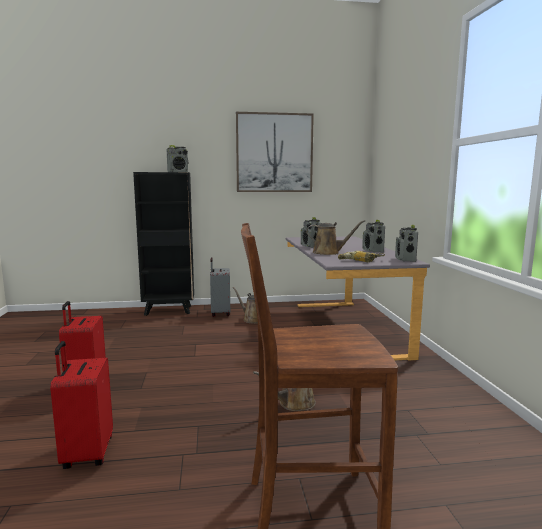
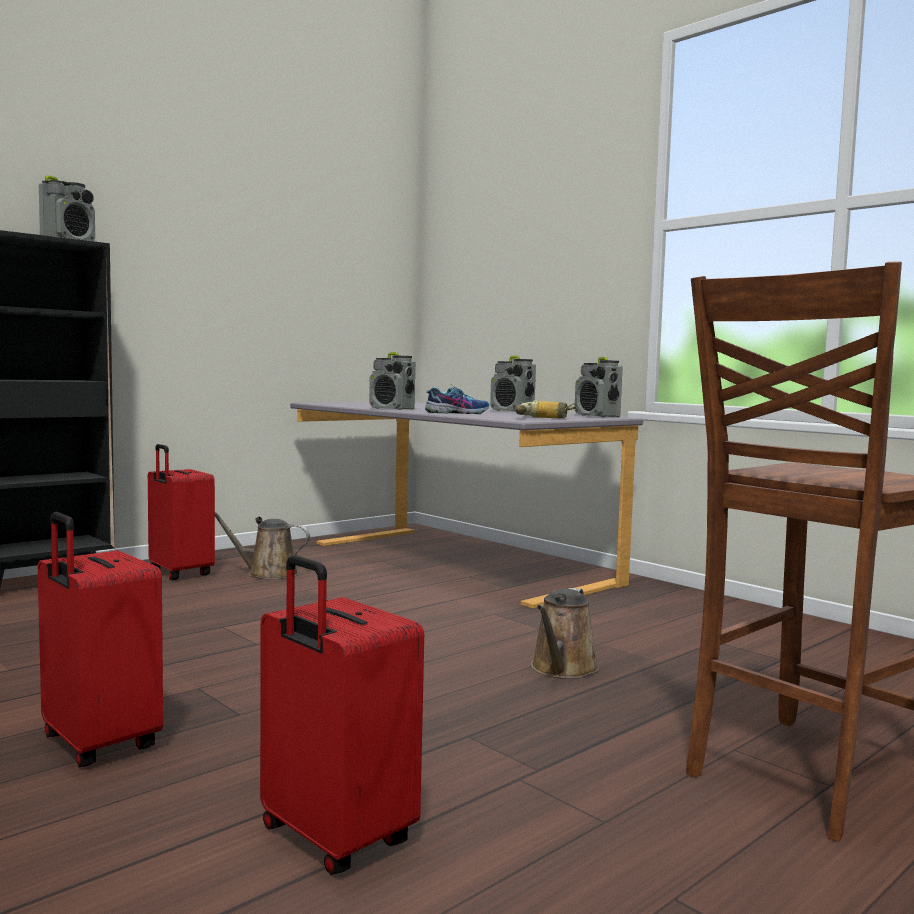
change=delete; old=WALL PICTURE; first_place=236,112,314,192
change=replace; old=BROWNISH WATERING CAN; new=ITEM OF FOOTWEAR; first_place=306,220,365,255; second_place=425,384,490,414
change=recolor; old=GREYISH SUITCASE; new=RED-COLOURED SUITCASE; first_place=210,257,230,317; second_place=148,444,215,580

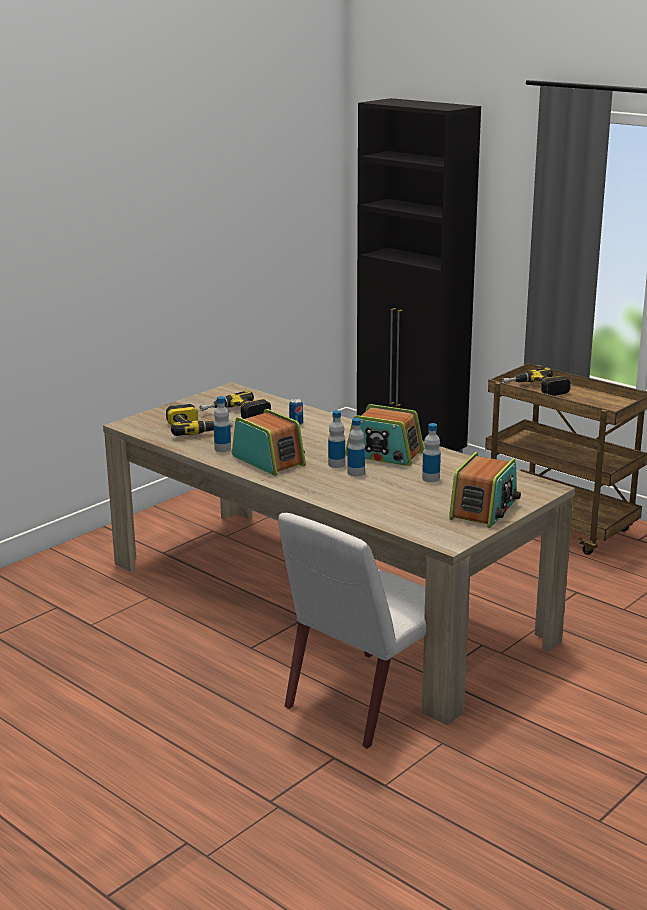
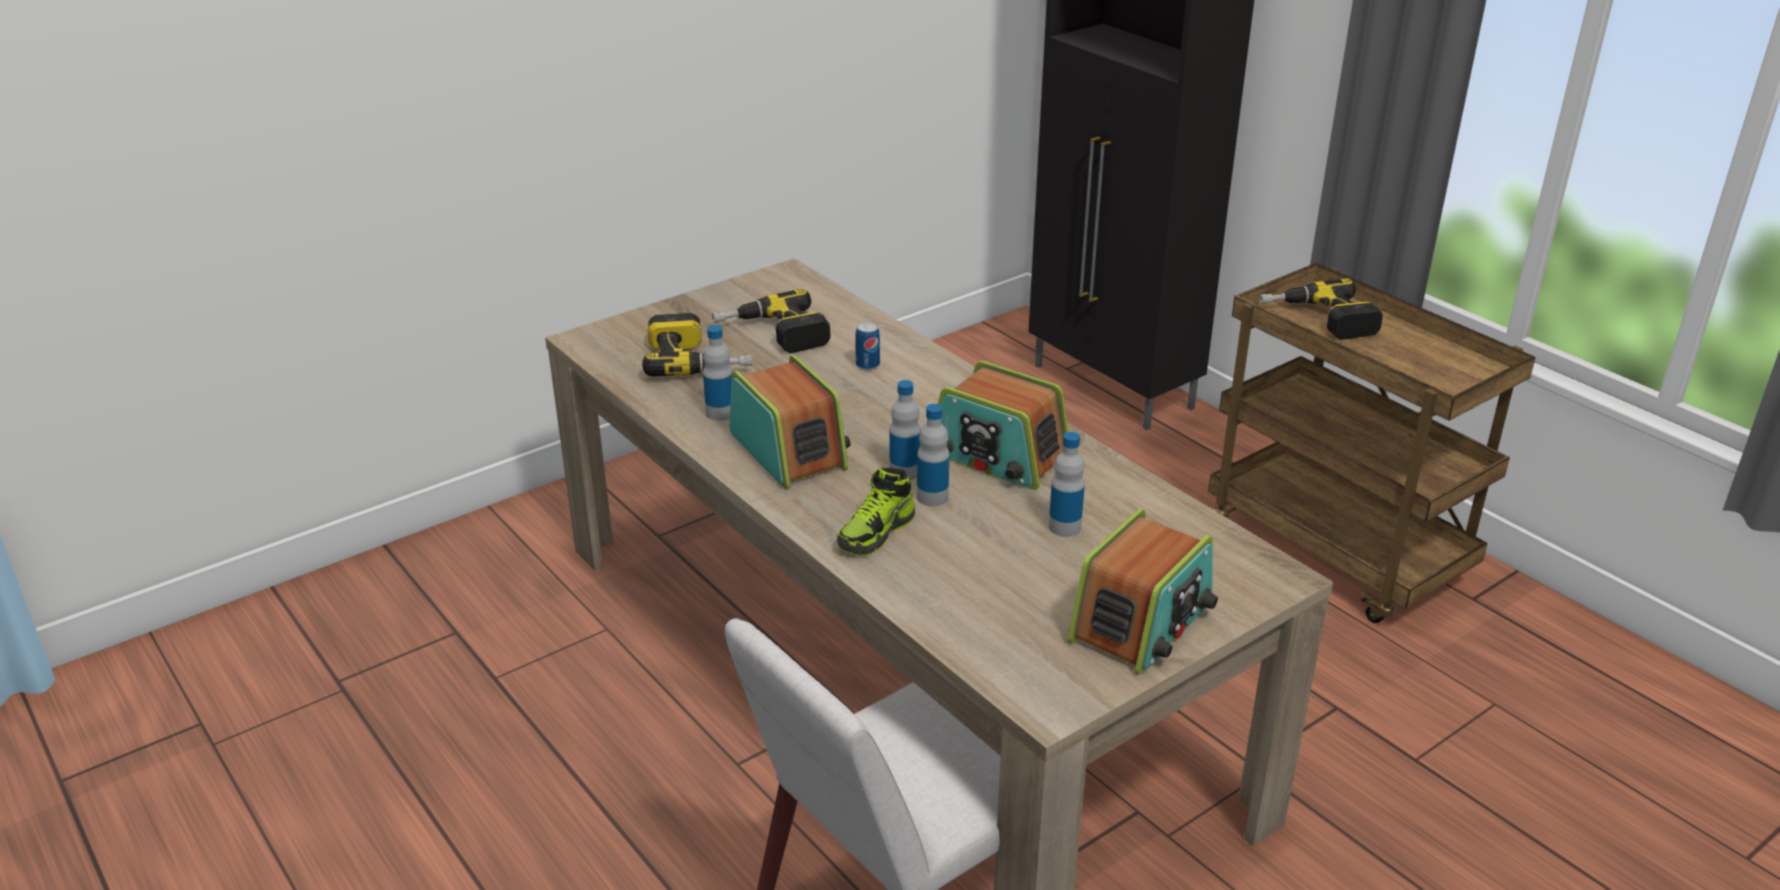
change=insert; new=ITEM OF FOOTWEAR; second_place=837,467,915,556

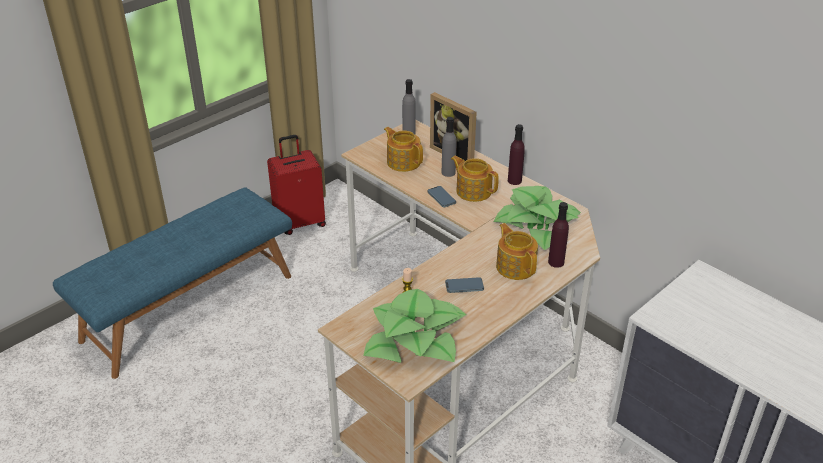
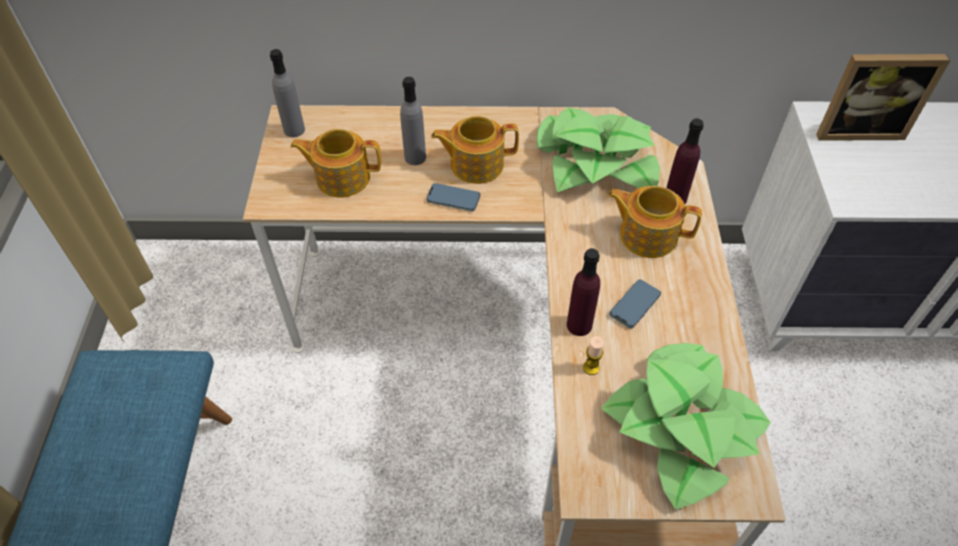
change=move; old=PICTURE FRAME; first_place=430,92,477,161; second_place=816,54,951,141
change=move; old=PURPLE BOTTLE; first_place=508,124,525,185; second_place=567,248,600,336
change=delete; old=RED-COLOURED SUITCASE; first_place=267,135,326,235

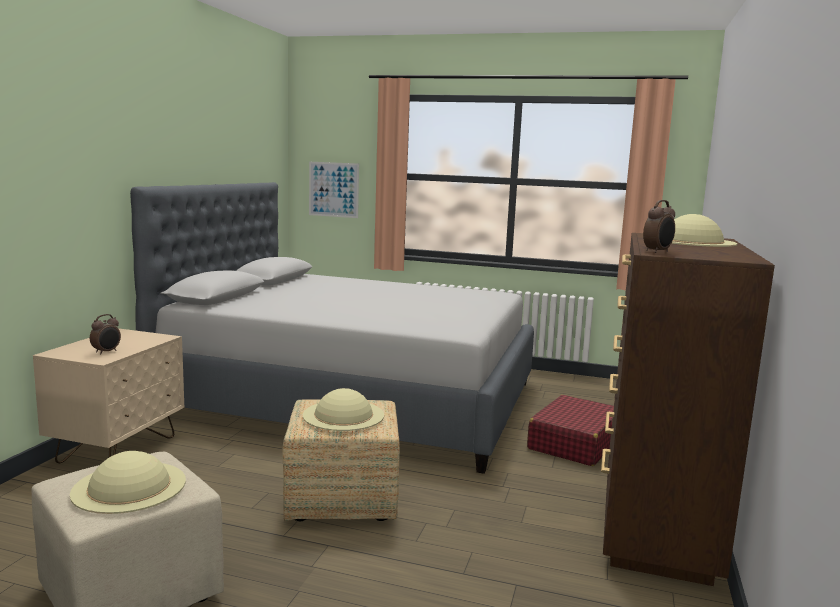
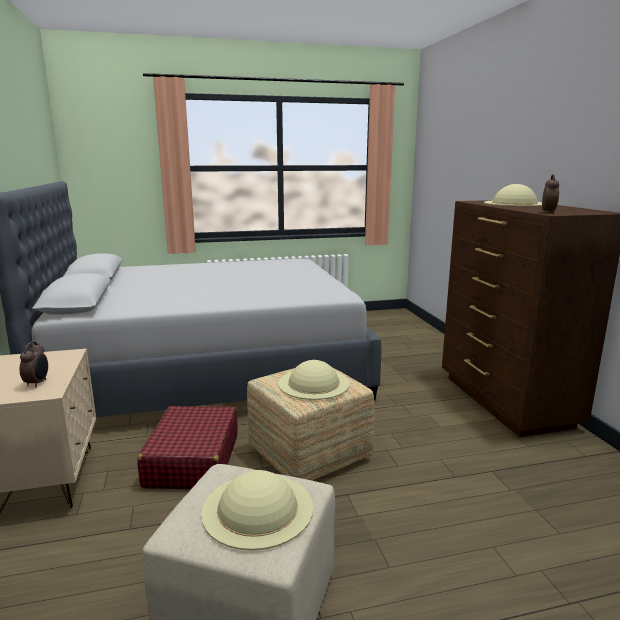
change=delete; old=WALL PICTURE; first_place=309,162,359,218
change=move; old=RED-COLOURED SUITCASE; first_place=527,395,614,466; second_place=137,406,238,489

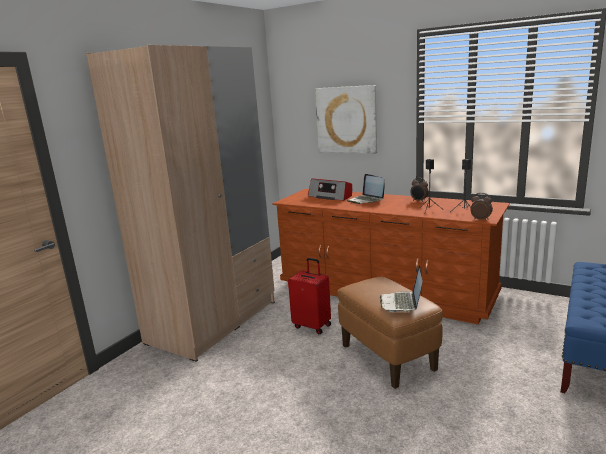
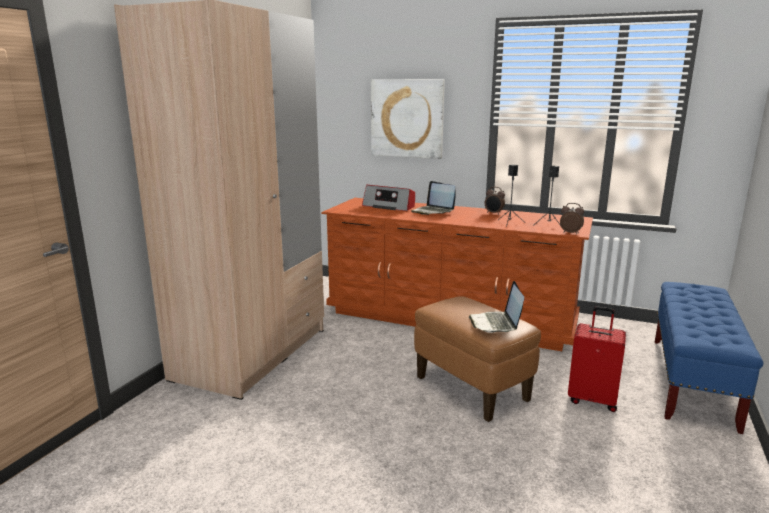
change=move; old=RED-COLOURED SUITCASE; first_place=288,258,331,335; second_place=568,306,626,412

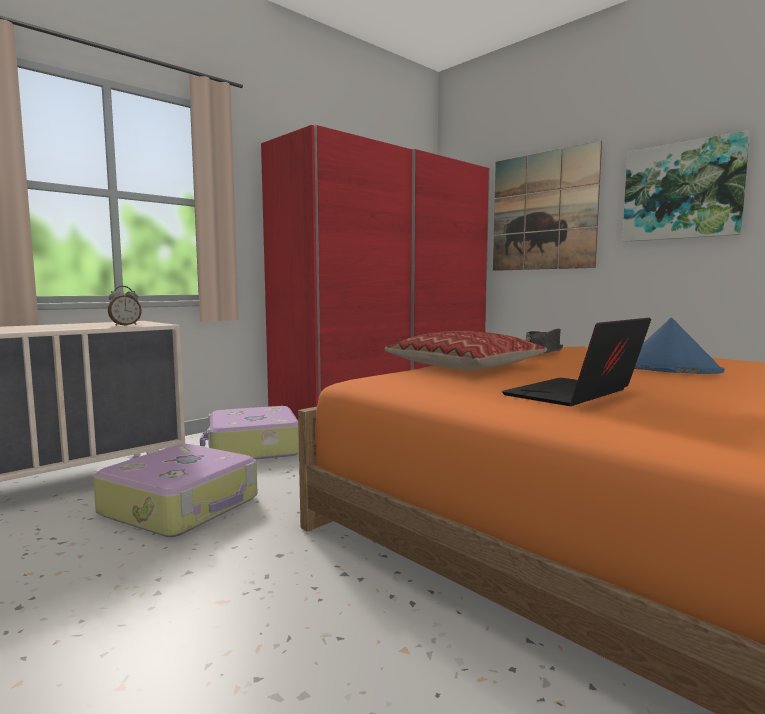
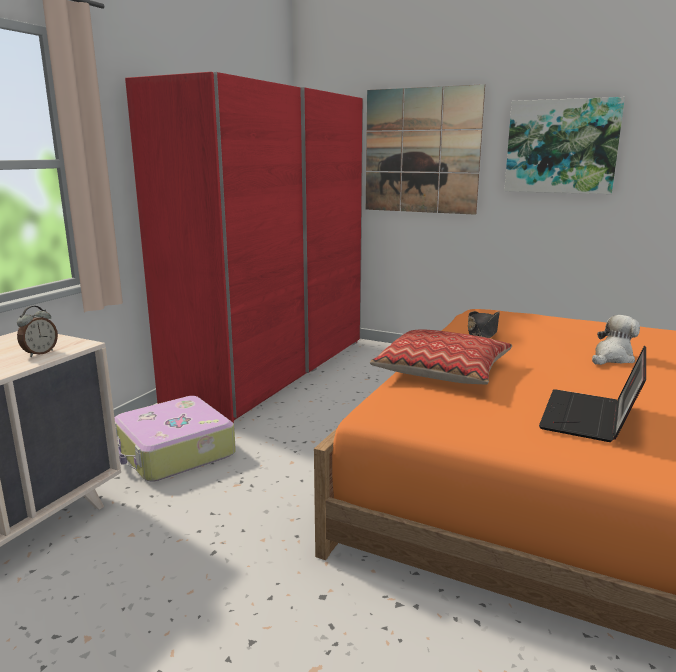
change=replace; old=BLUE HAT; new=CUDDLY TOY; first_place=634,318,725,374; second_place=592,315,640,365
change=delete; old=SUITCASE; first_place=93,444,257,537

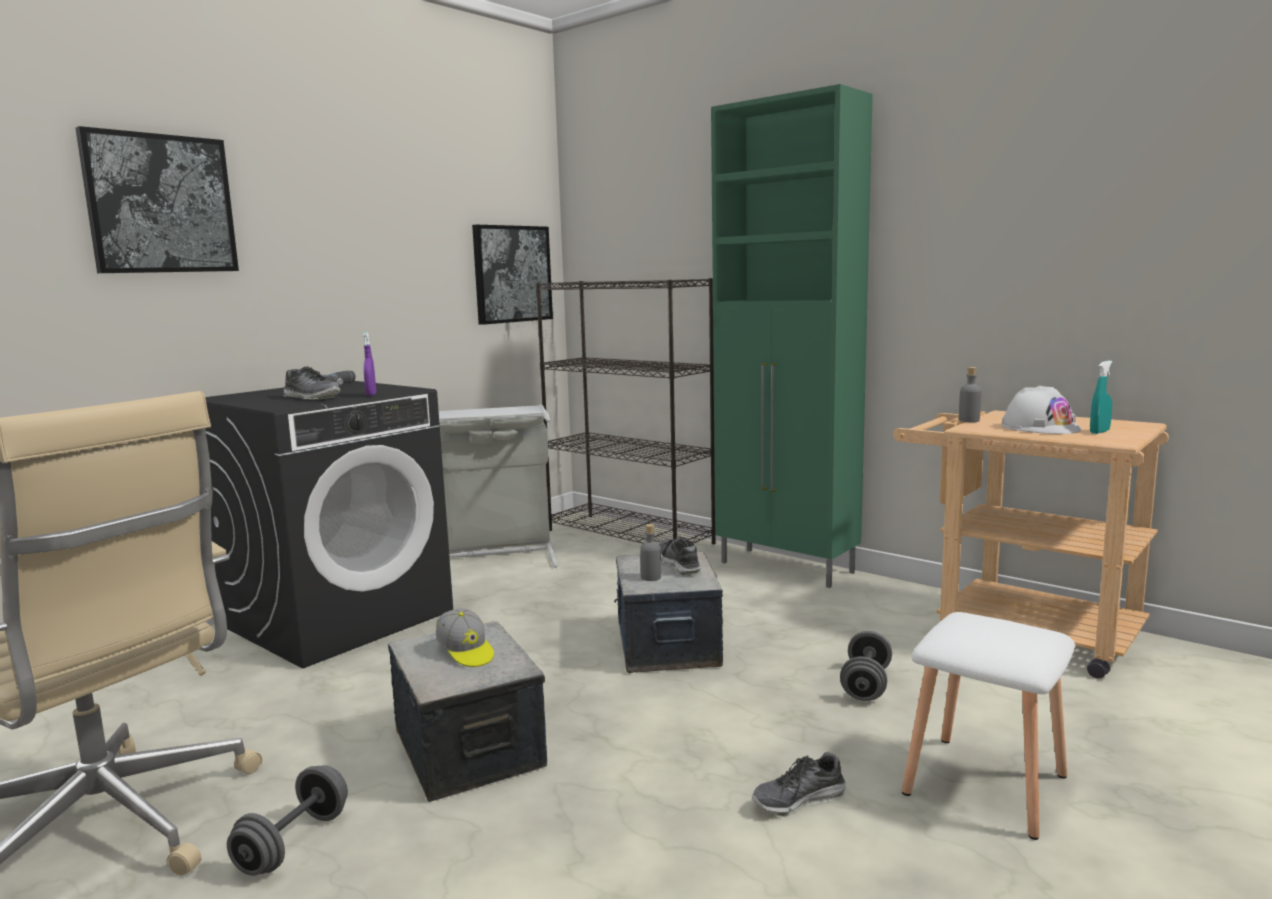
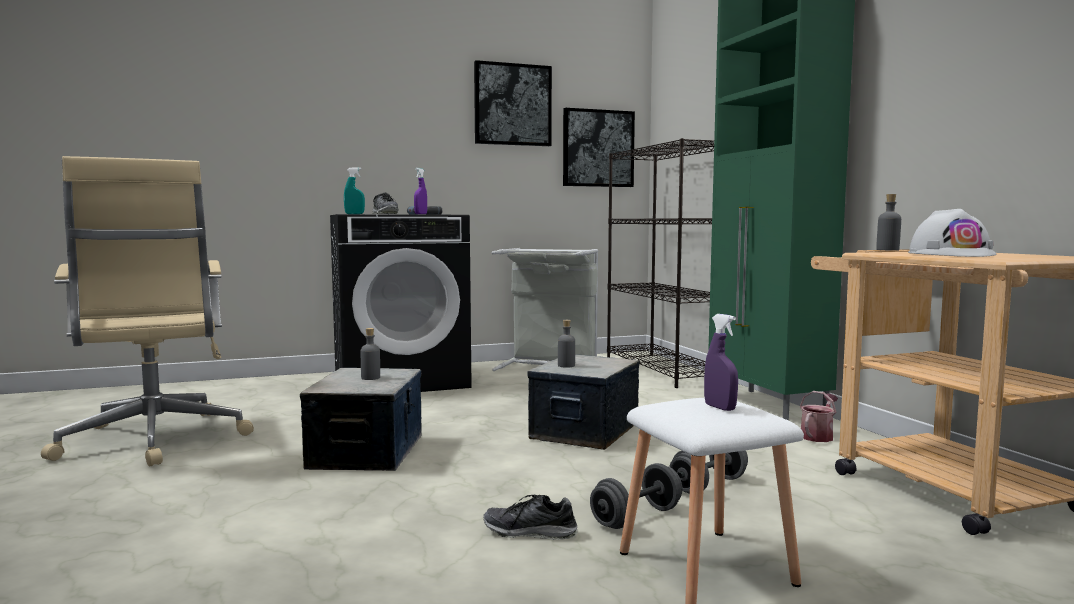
change=move; old=WALL PICTURE; first_place=75,126,239,273; second_place=474,60,552,146
change=move; old=BLUE-GREEN SPRAYER; first_place=1090,361,1112,434; second_place=344,168,365,214
change=delete; old=ITEM OF FOOTWEAR; first_place=660,536,701,576
change=replace; old=CAP; new=GREYISH BOTTLE; first_place=436,608,494,667; second_place=361,328,380,380
change=move; old=GREYISH FREE WEIGHT; first_place=227,765,348,876; second_place=590,463,683,529
change=insert; new=PURPLE SPRAYER; second_place=704,314,738,411
change=insert; new=WATERING CAN; second_place=800,391,838,442

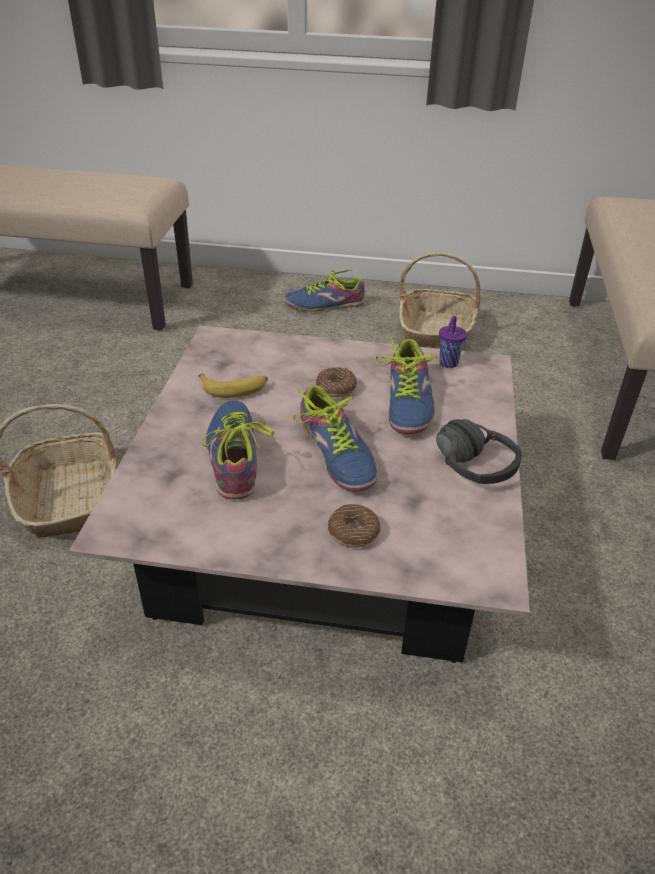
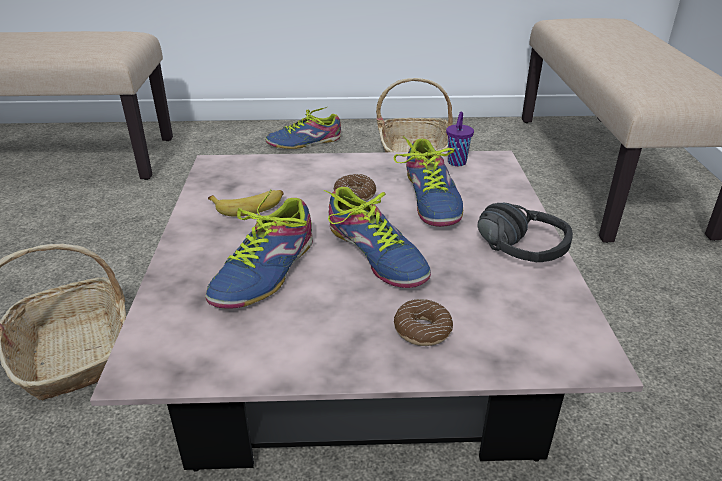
change=rotate; old=ITEM OF FOOTWEAR; first_place=202,400,274,499; second_place=205,189,313,309; degrees=-135

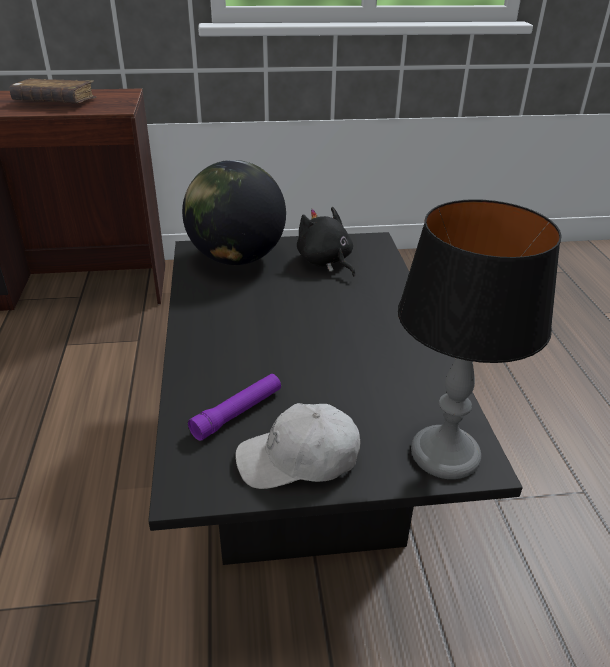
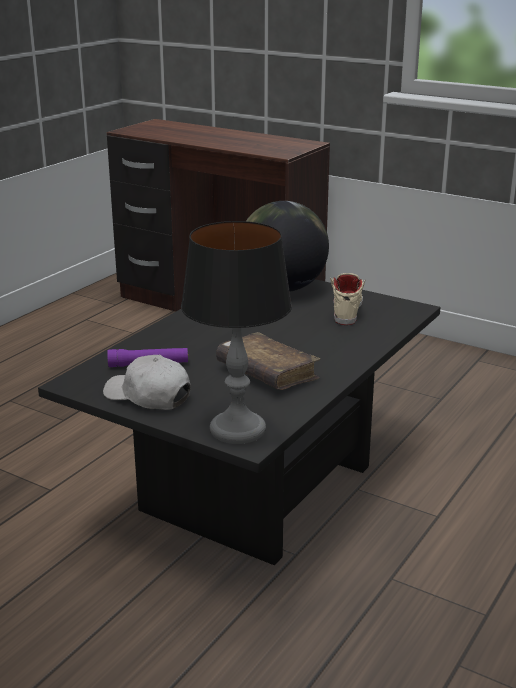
change=move; old=BROWNISH VOLUME; first_place=9,78,97,103; second_place=216,332,320,390
change=replace; old=BLACK-COLOURED CUDDLY TOY; new=BEIGE-COLOURED ITEM OF FOOTWEAR; first_place=297,207,355,277; second_place=330,273,366,325

